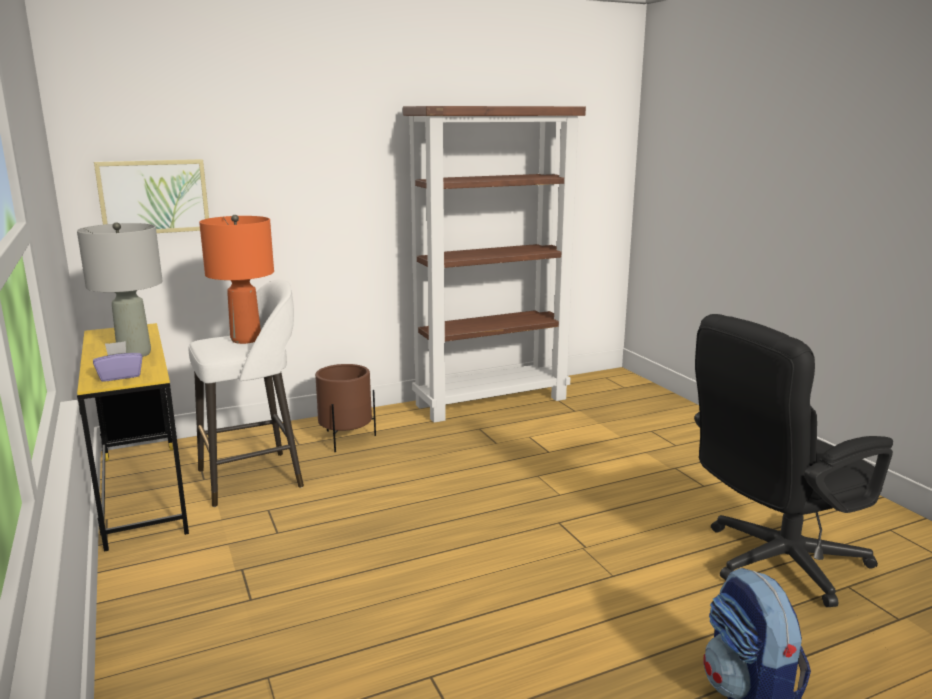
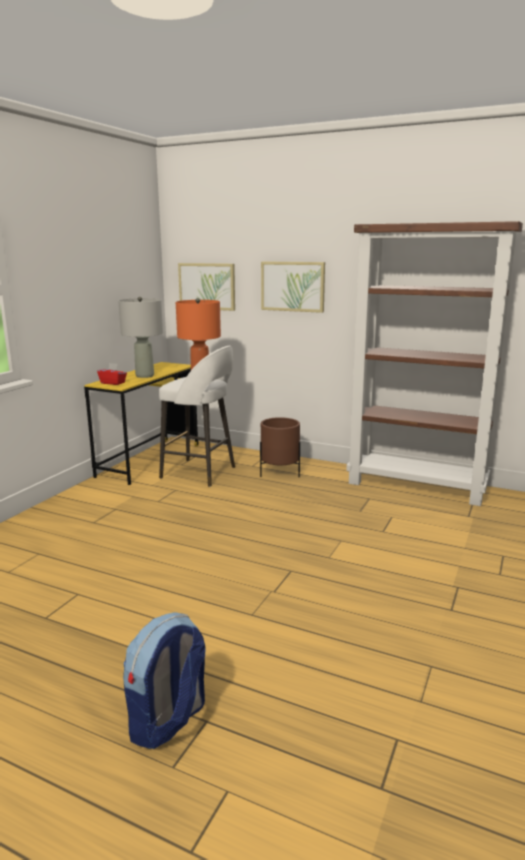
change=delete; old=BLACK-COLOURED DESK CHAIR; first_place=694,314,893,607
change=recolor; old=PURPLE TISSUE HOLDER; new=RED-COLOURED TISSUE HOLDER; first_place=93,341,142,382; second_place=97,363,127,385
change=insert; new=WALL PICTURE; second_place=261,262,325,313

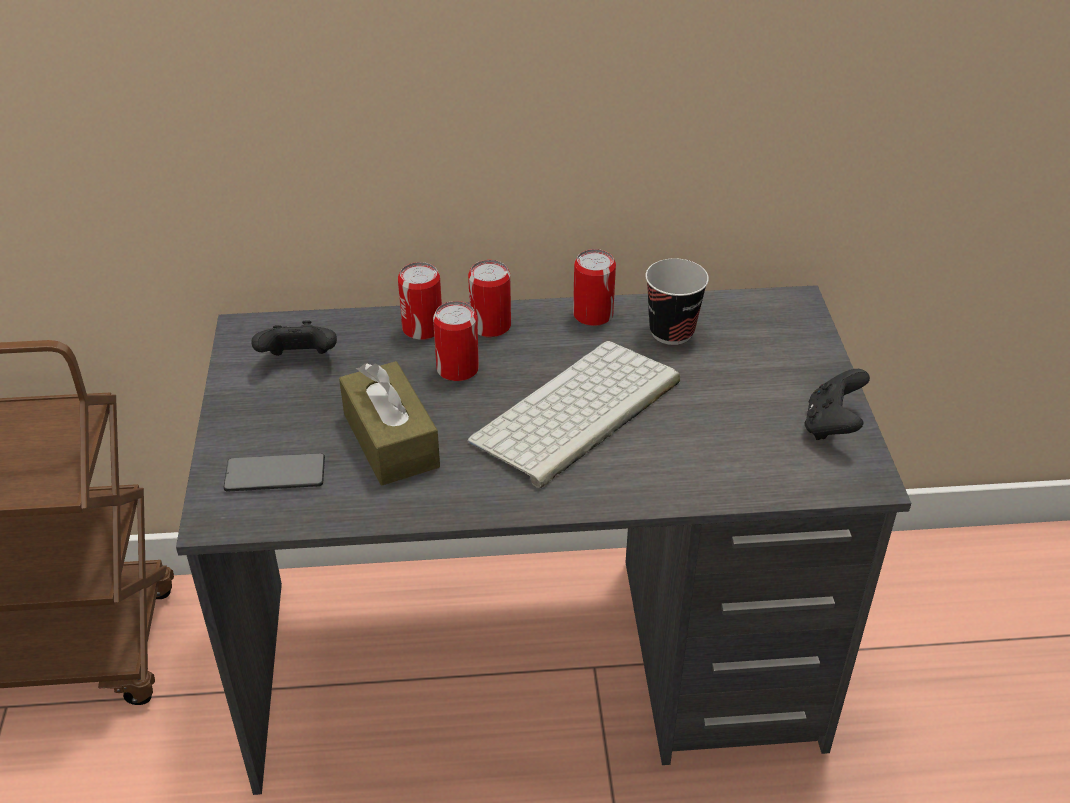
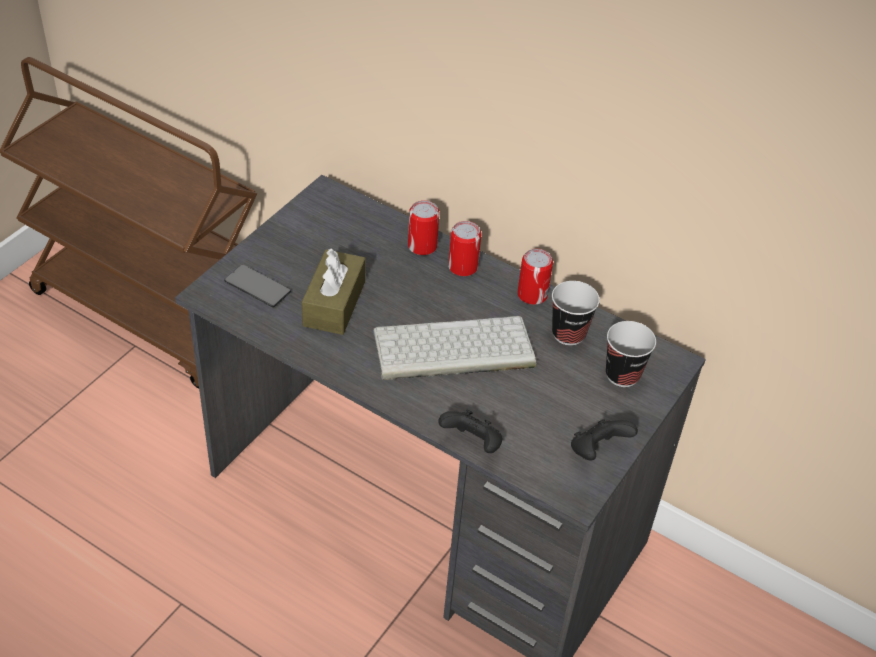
change=delete; old=SEALED CAN; first_place=433,301,479,381
change=move; old=BLACK-COLOURED JOYPAD; first_place=252,320,337,356; second_place=438,410,502,453
change=insert; new=DRINKING CUP; second_place=606,321,656,387

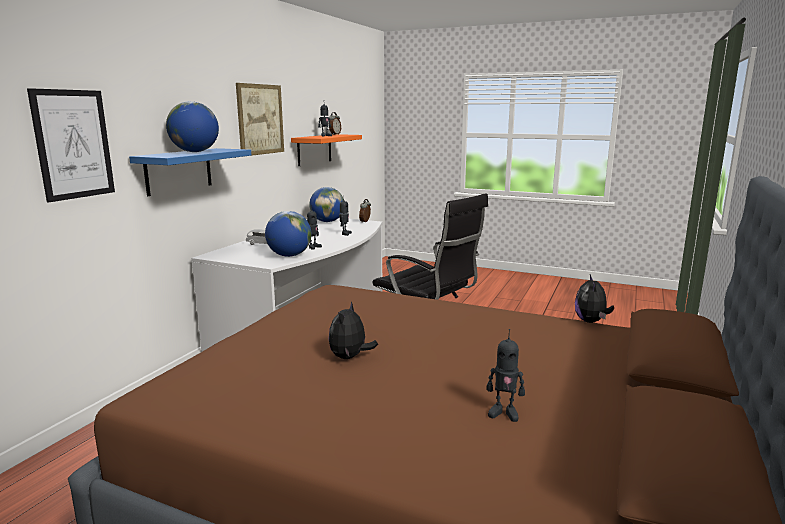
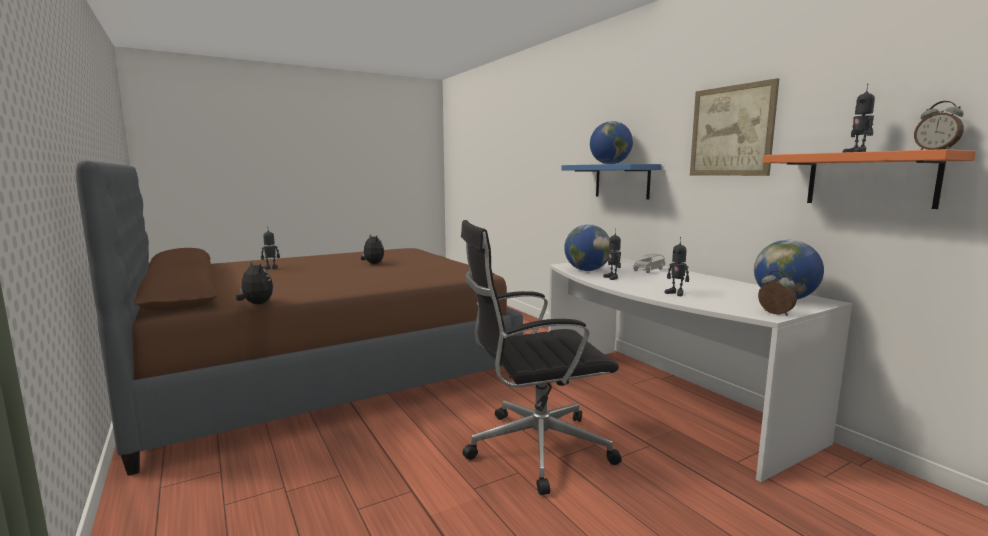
change=delete; old=WALL PICTURE; first_place=27,88,115,203

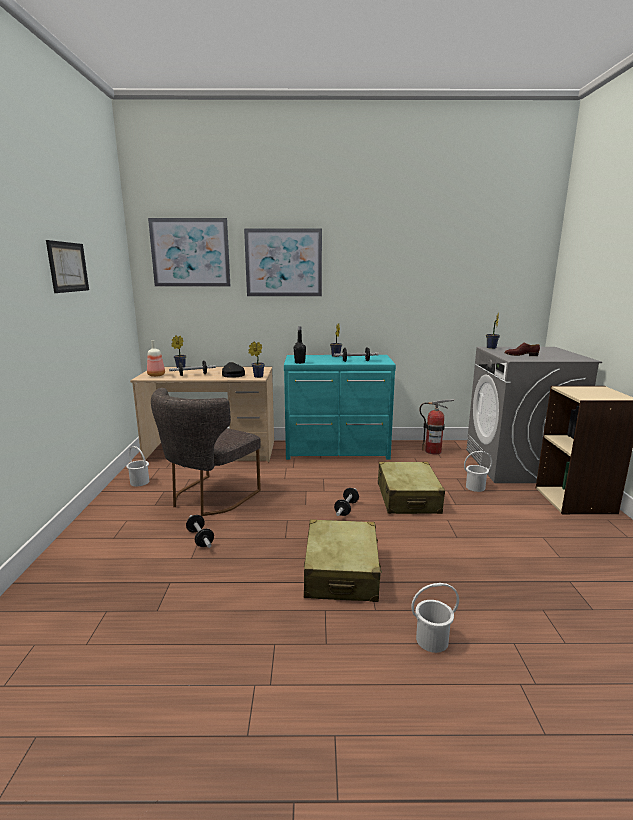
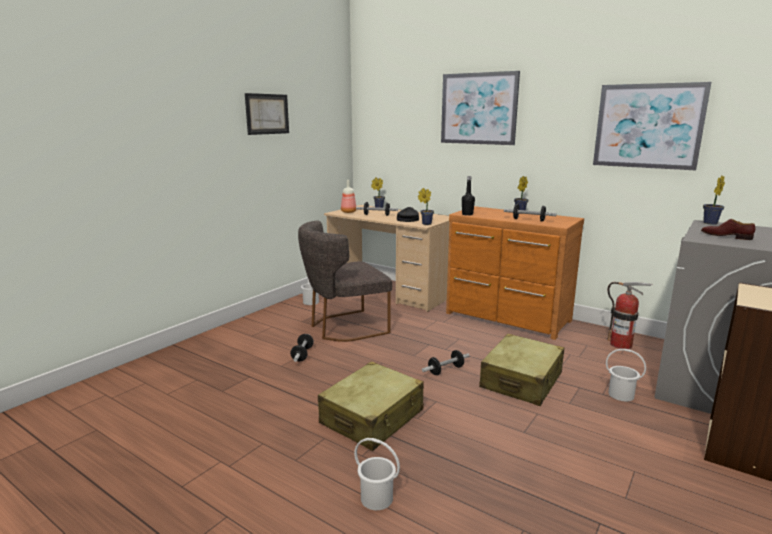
change=move; old=WALL PICTURE; first_place=148,218,230,286; second_place=593,82,711,170
change=recolor; old=BLUE-GREEN DRAWER CHEST; new=BROWNISH DRAWER CHEST; first_place=284,355,396,460; second_place=446,206,584,340

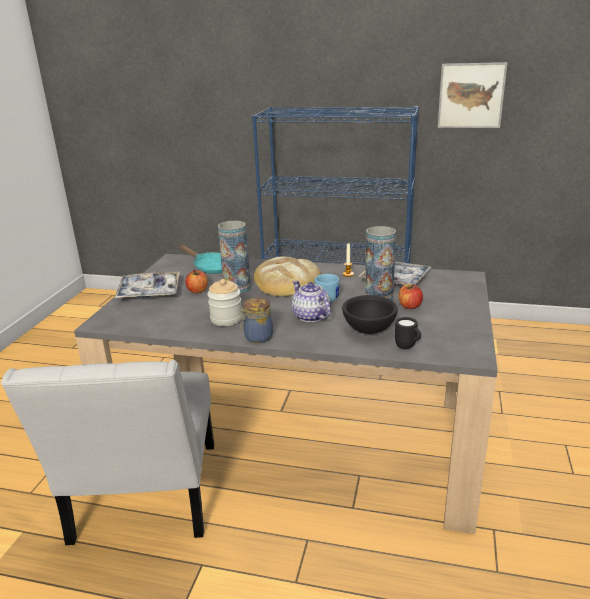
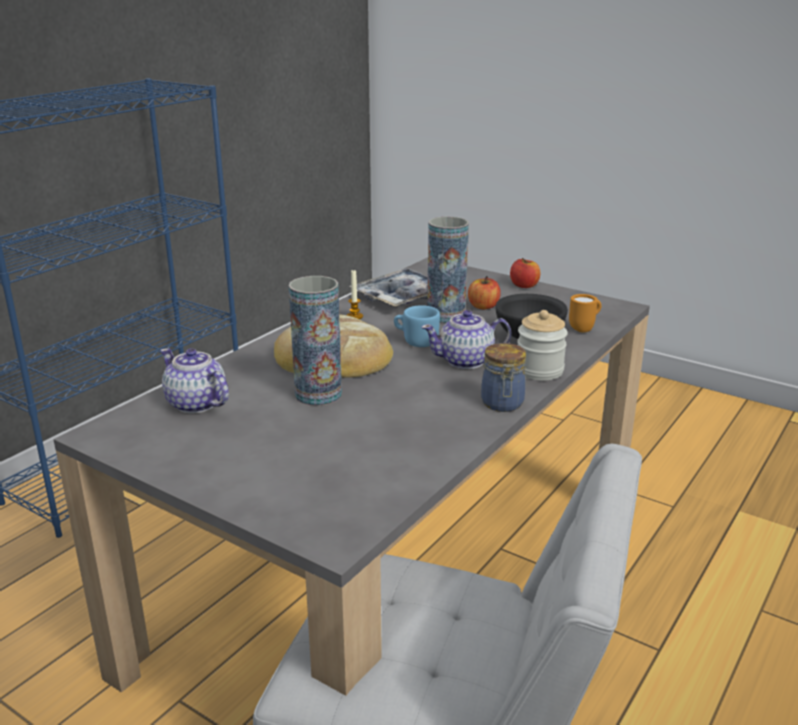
change=delete; old=WALL PICTURE; first_place=438,62,507,128
change=replace; old=BLUE-GREEN SKILLET; new=POT FOR TEA; first_place=179,245,222,274; second_place=160,348,229,413
change=move; old=APPLE FRUIT; first_place=185,269,208,293; second_place=510,258,540,288
change=delete; old=TRAY; first_place=115,271,180,298
change=move; old=STORAGE JAR; first_place=207,279,242,326; second_place=517,310,568,381
change=recolor; old=BLACK-COLOURED TEA MUG; new=ORANGE-COLOURED TEA MUG; first_place=395,317,421,349; second_place=569,294,601,333

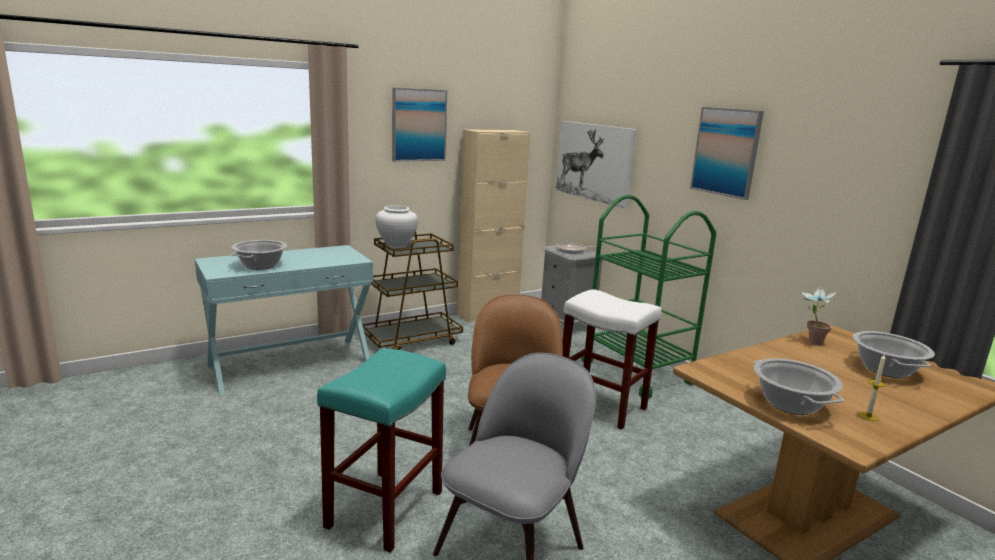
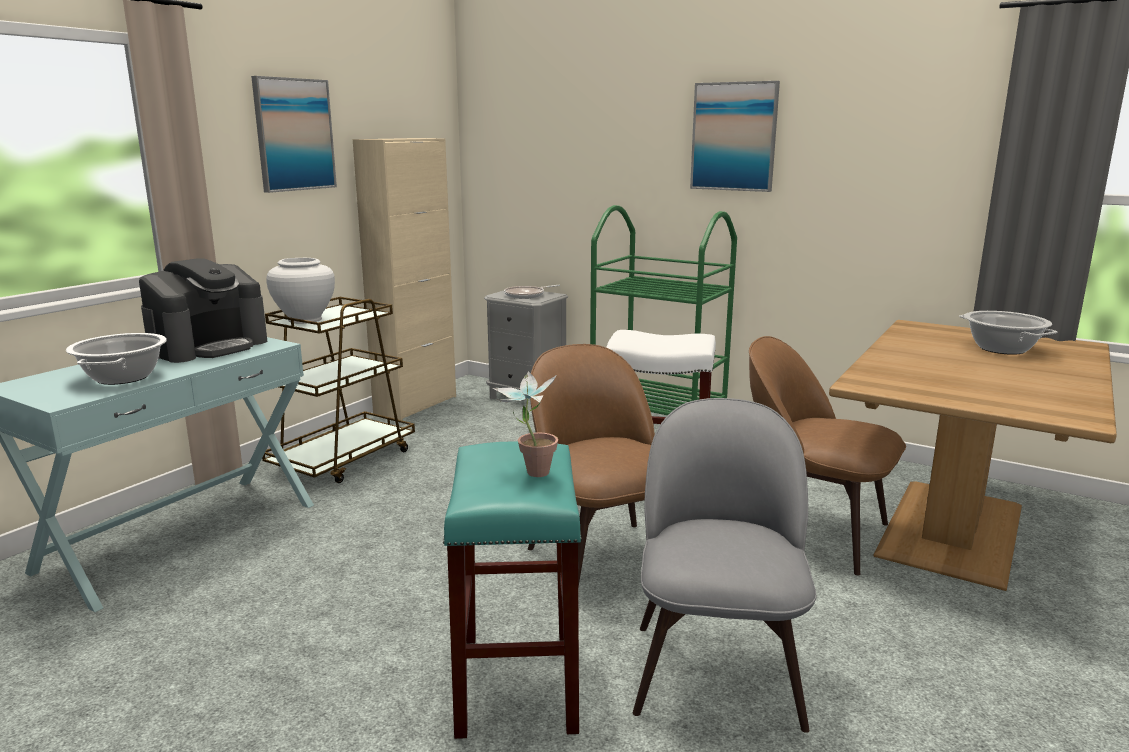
change=delete; old=WALL PICTURE; first_place=556,121,637,209
change=move; old=PLANT IN A POT; first_place=799,287,839,345; second_place=493,371,558,477
change=delete; old=WAX CANDLE; first_place=858,355,886,421
change=delete; old=STOCKPOT; first_place=754,358,844,415
change=insert; new=COFFEE MAKER; second_place=139,258,267,363
change=insert; new=BROWNISH CHAIR; second_place=749,336,906,575

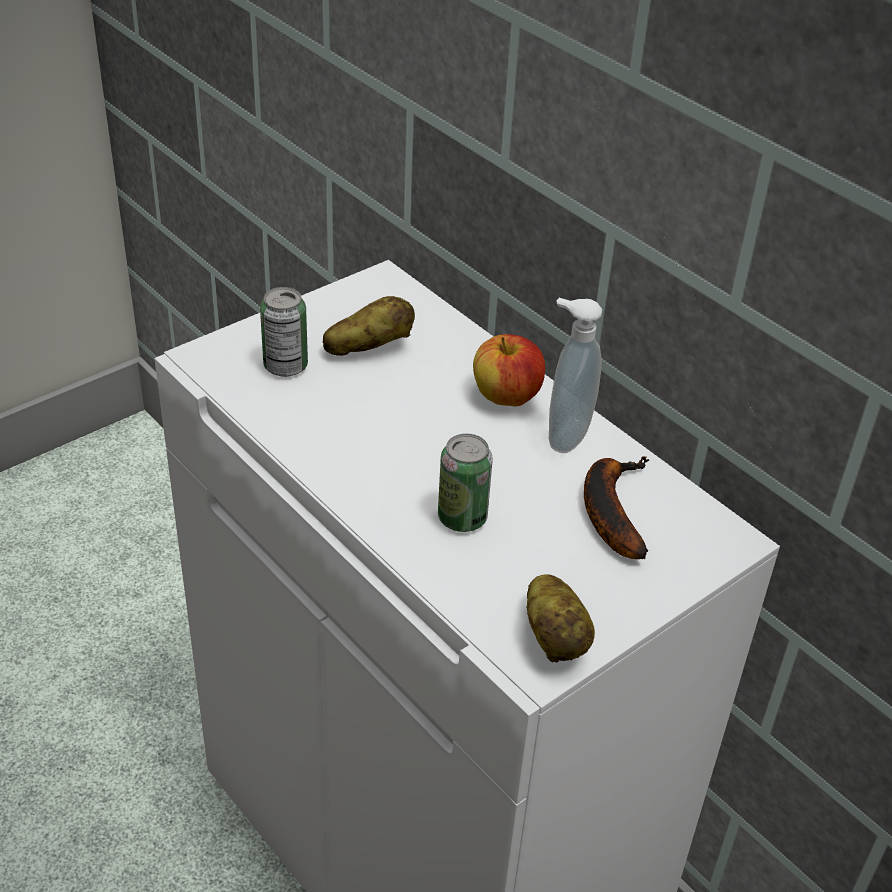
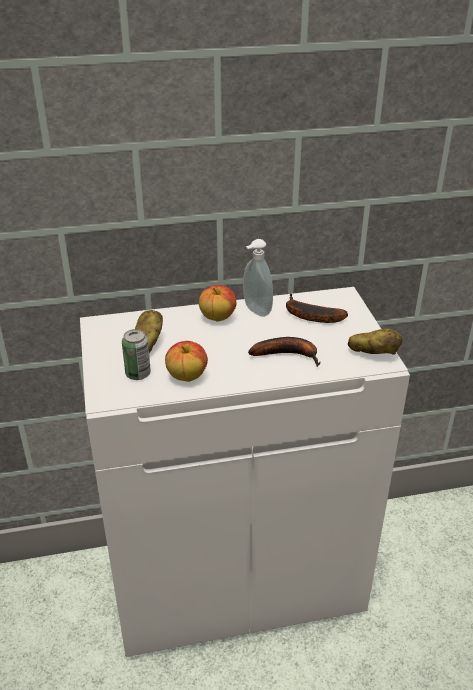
change=replace; old=SEALED CAN; new=BANANA FRUIT; first_place=438,434,493,532; second_place=248,337,320,367
change=insert; new=APPLE FRUIT; second_place=165,341,208,382

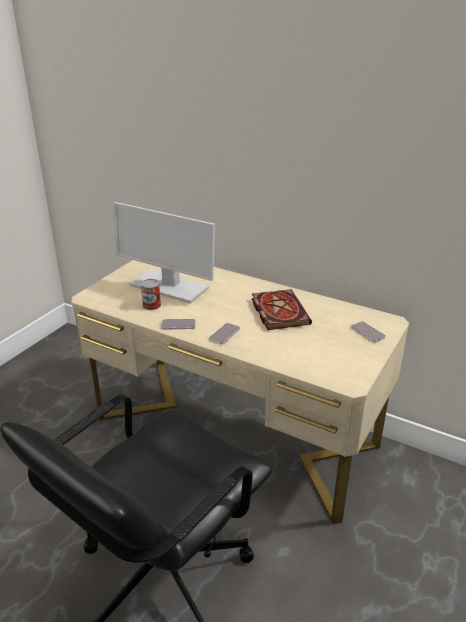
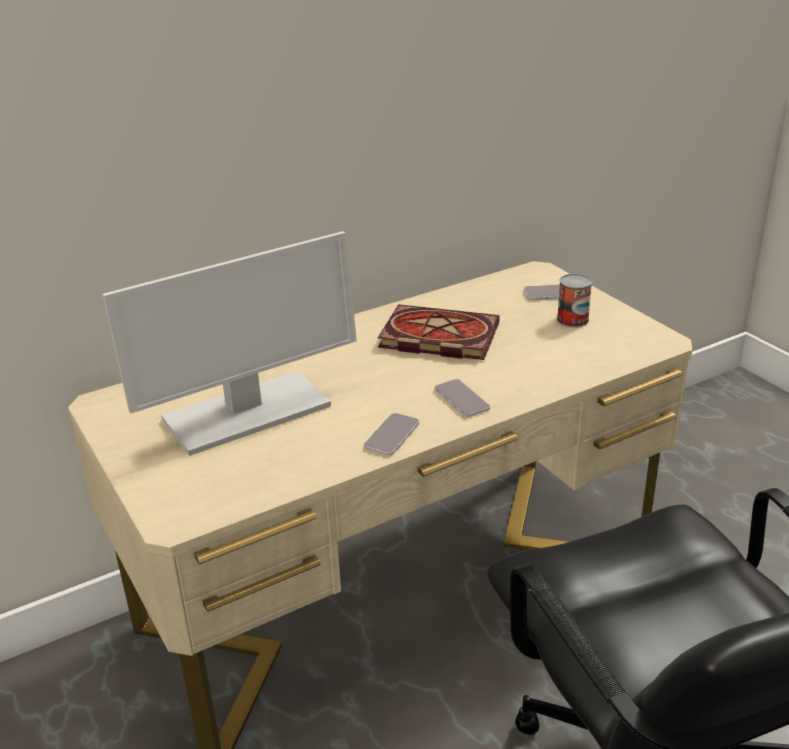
change=move; old=SEALED CAN; first_place=141,279,161,310; second_place=557,274,592,328

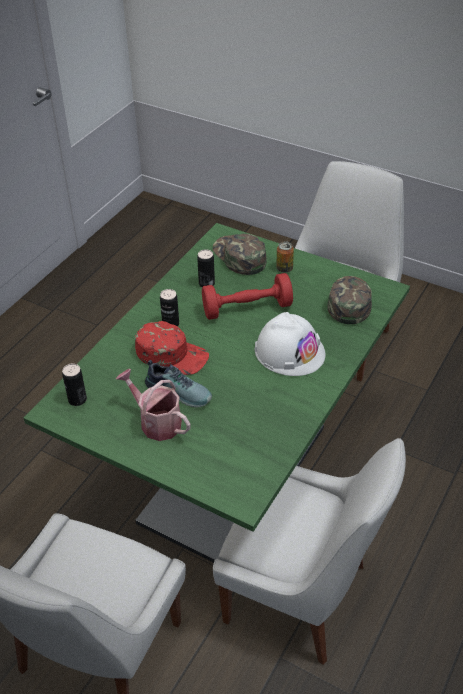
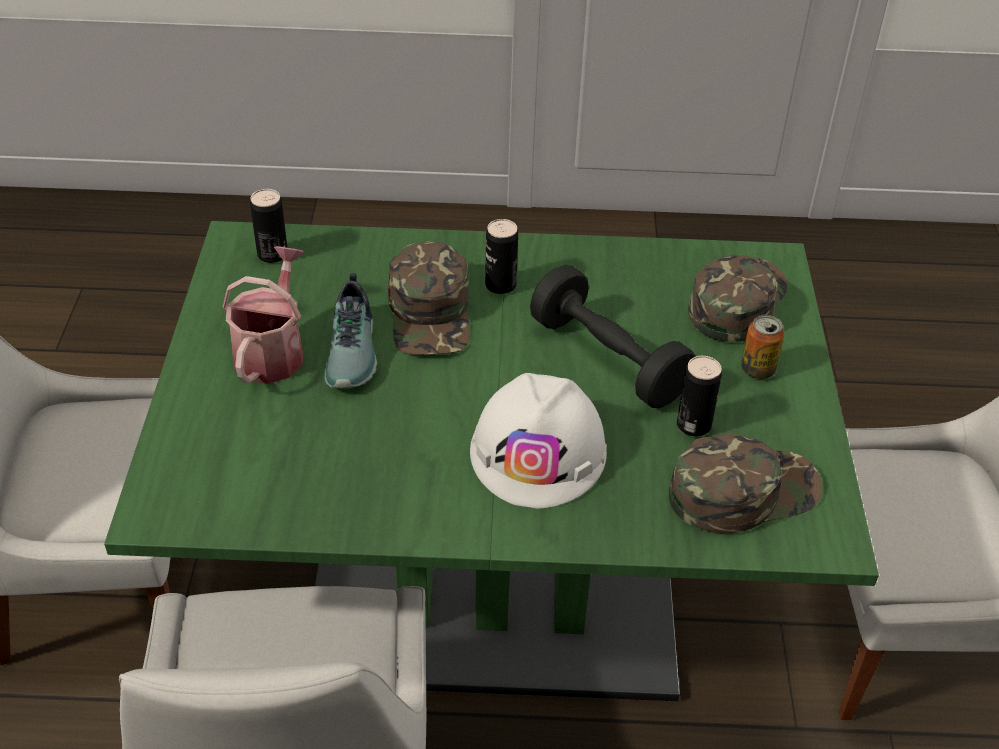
change=move; old=SEALED CAN; first_place=197,249,215,287; second_place=677,356,722,436
change=recolor; old=RED-COLOURED FREE WEIGHT; new=BLACK-COLOURED FREE WEIGHT; first_place=202,273,293,320; second_place=530,265,696,408
change=recolor; old=RED-COLOURED CAP; new=GREEN-COLOURED CAP; first_place=135,321,209,375; second_place=387,241,470,355

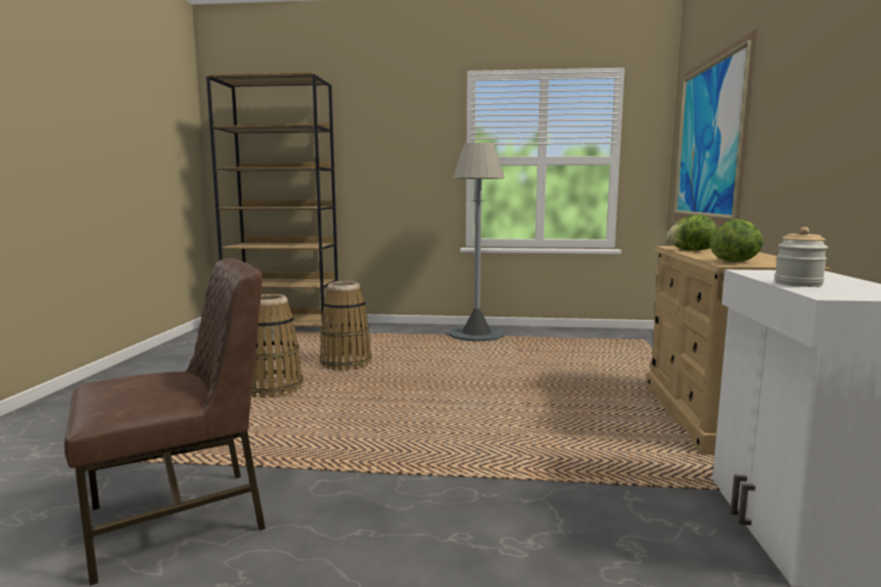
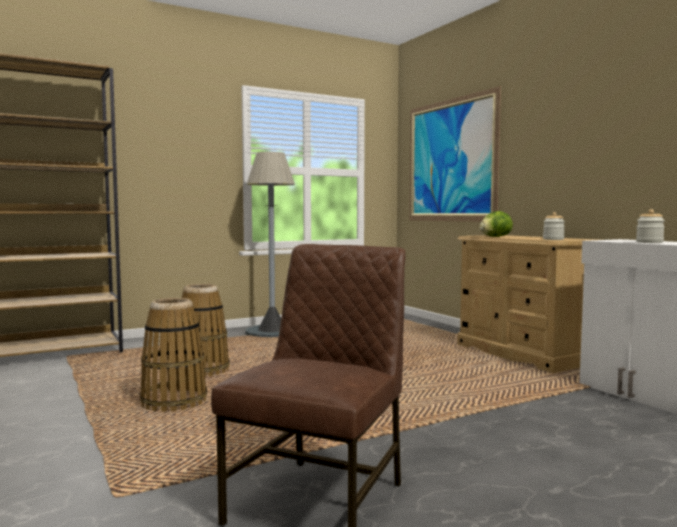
change=replace; old=HEAD OF LETTUCE; new=STORAGE JAR; first_place=709,219,763,262; second_place=543,212,565,240

